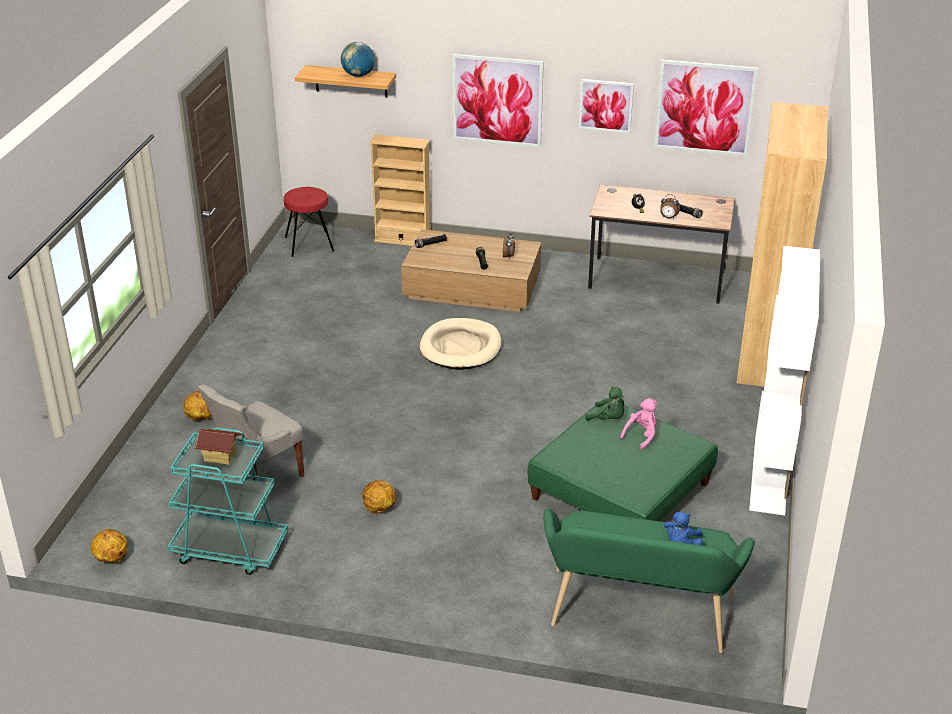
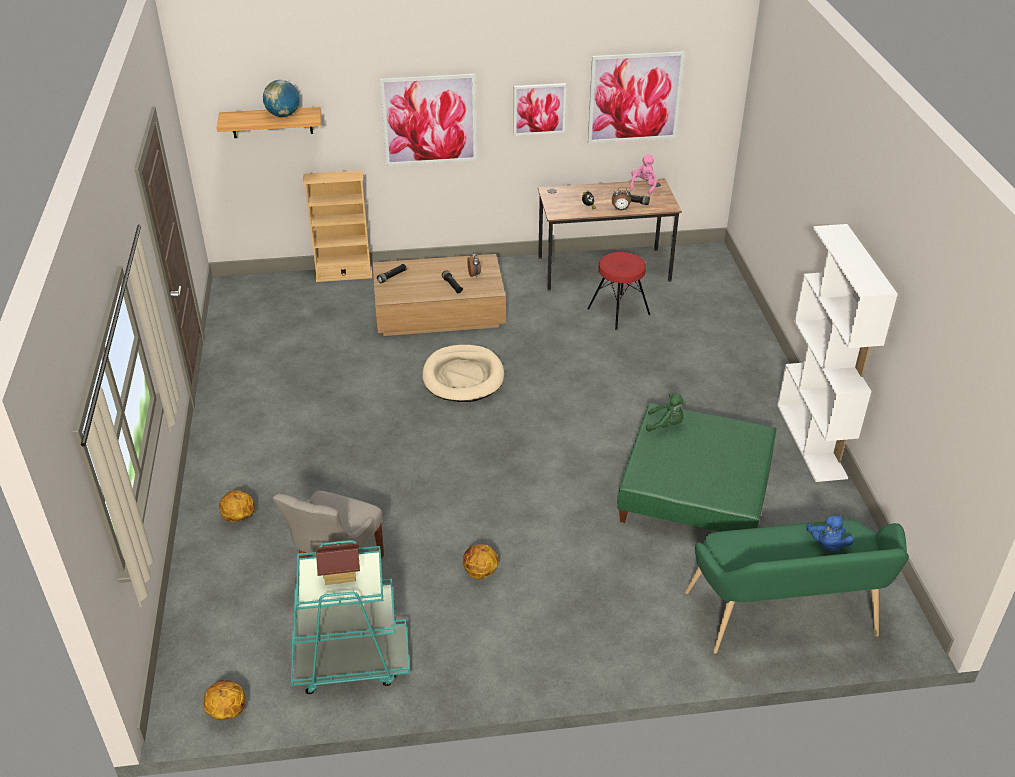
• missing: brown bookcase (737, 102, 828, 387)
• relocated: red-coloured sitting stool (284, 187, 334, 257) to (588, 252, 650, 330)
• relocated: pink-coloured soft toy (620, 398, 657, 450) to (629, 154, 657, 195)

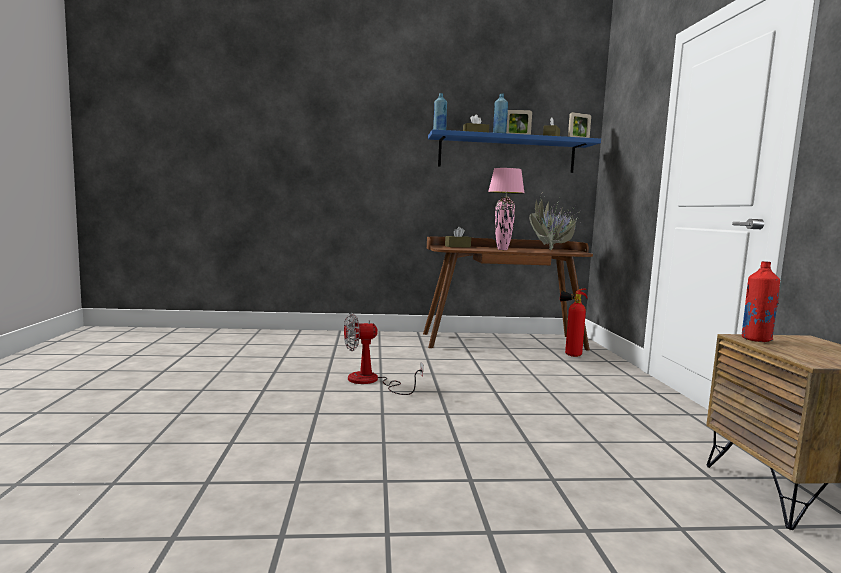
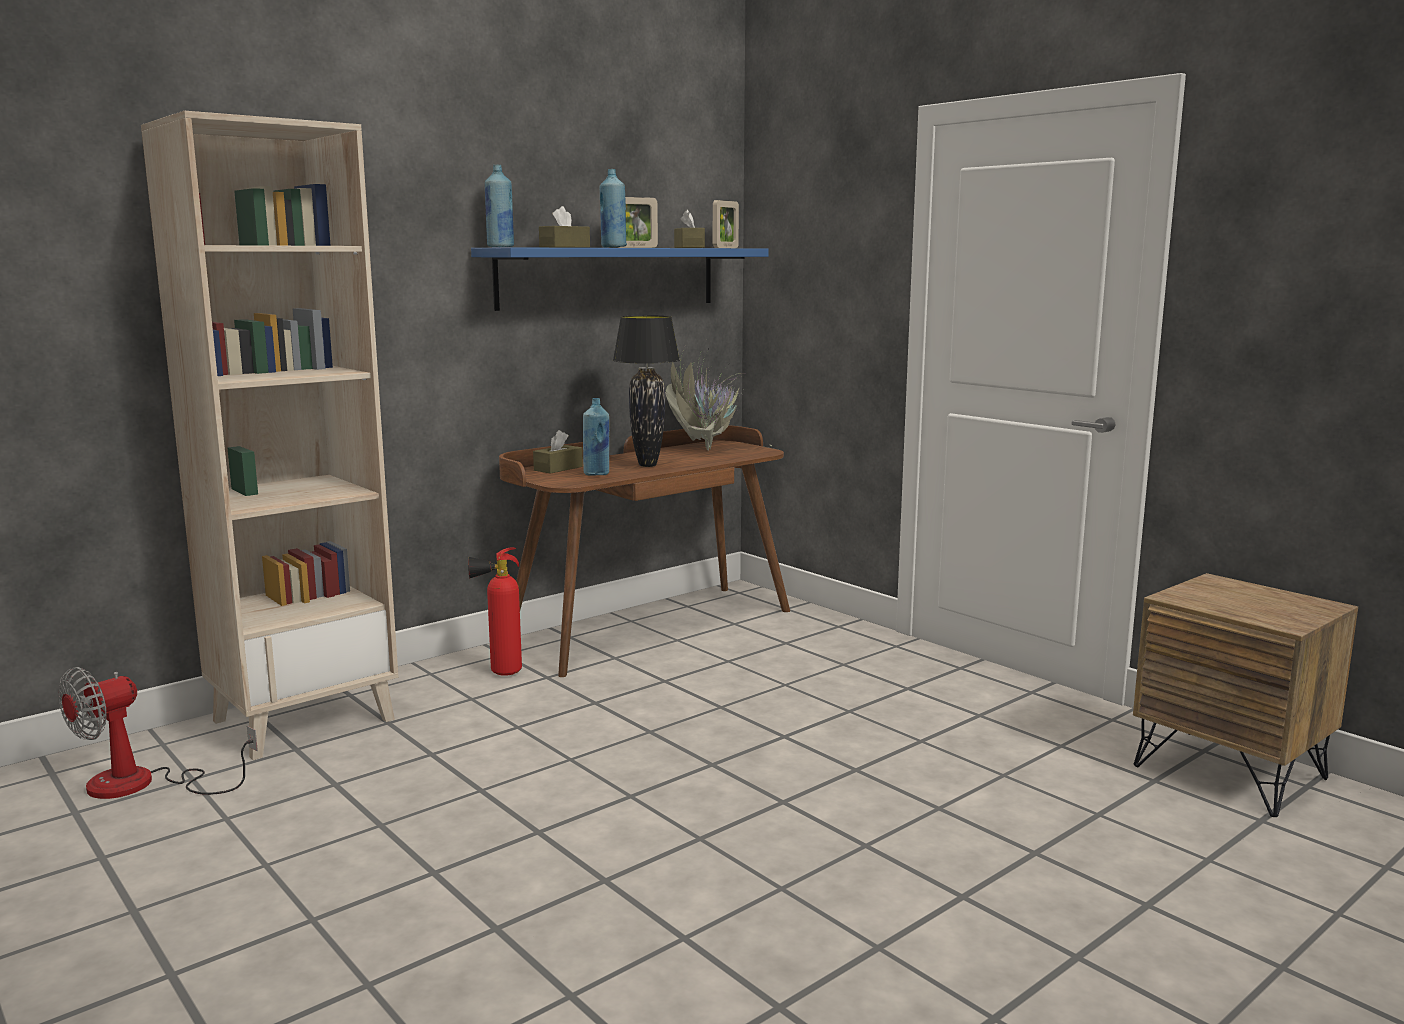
• missing: red-coloured bottle (742, 261, 780, 342)
• appeared: beige bookcase (141, 111, 398, 760)
• appeared: bluish bottle (583, 398, 609, 476)
• relocated: fan (344, 313, 423, 395) to (58, 667, 258, 799)
• relocated: fire extinguisher (560, 289, 588, 357) to (468, 547, 522, 676)
• colour: pink-coloured tabletop lamp (488, 168, 524, 250) to black tabletop lamp (613, 315, 680, 467)

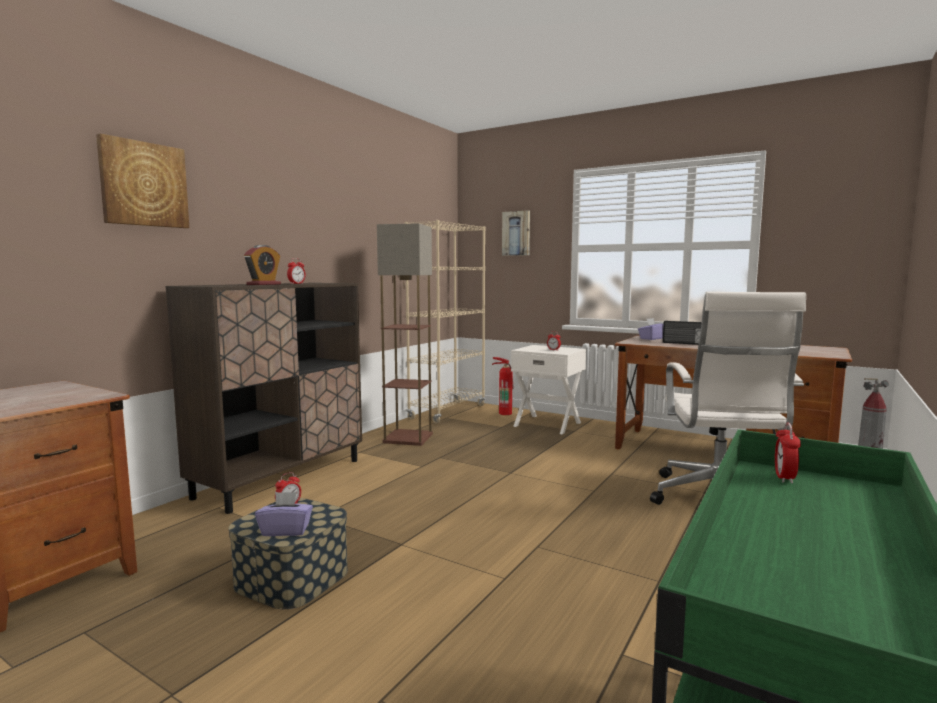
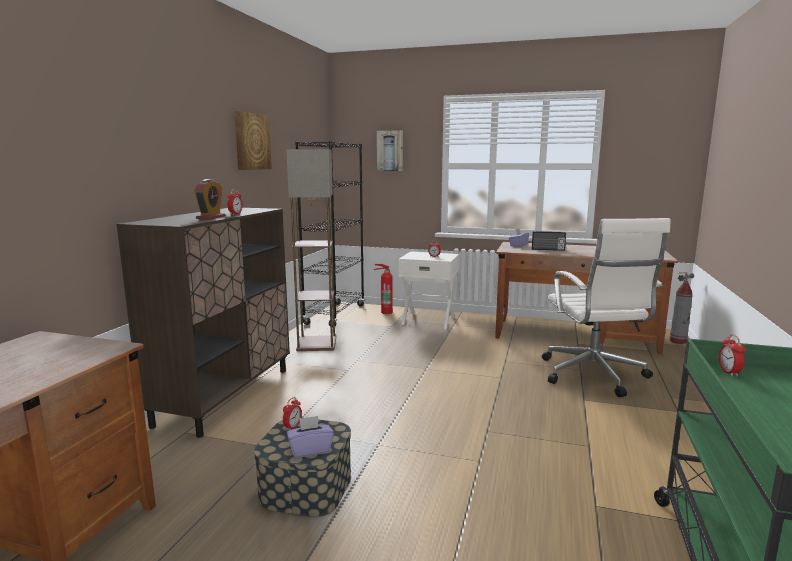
• relocated: wall picture (96, 134, 189, 228) to (234, 111, 272, 170)
• colour: beige bookcase (405, 220, 486, 424) to black bookcase (295, 141, 365, 326)

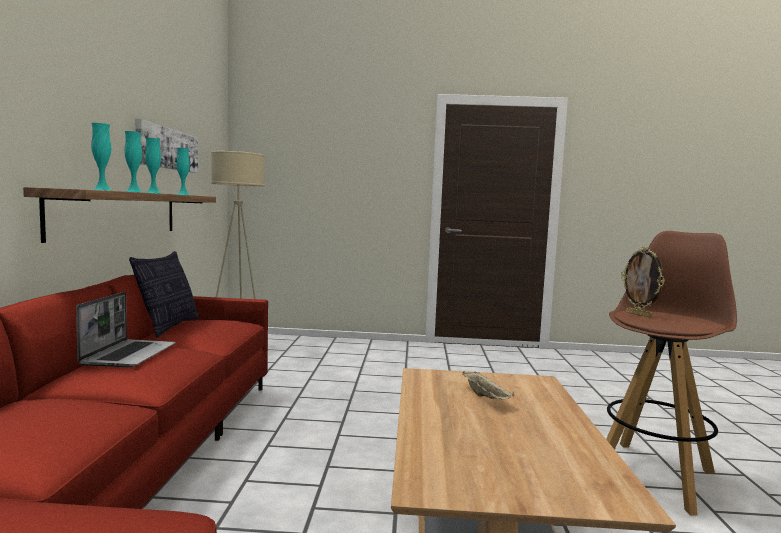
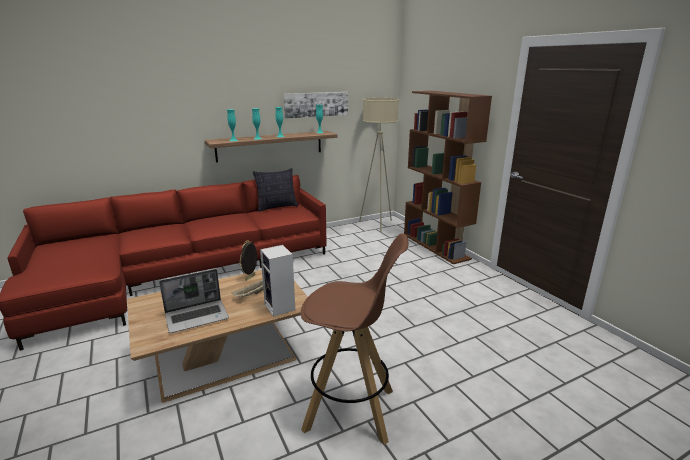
• appeared: speaker (260, 245, 295, 317)
• appeared: brown bookcase (404, 91, 492, 264)
• relocated: laptop (76, 291, 176, 367) to (159, 269, 229, 333)
• relocated: picture frame (621, 247, 665, 317) to (239, 240, 257, 281)

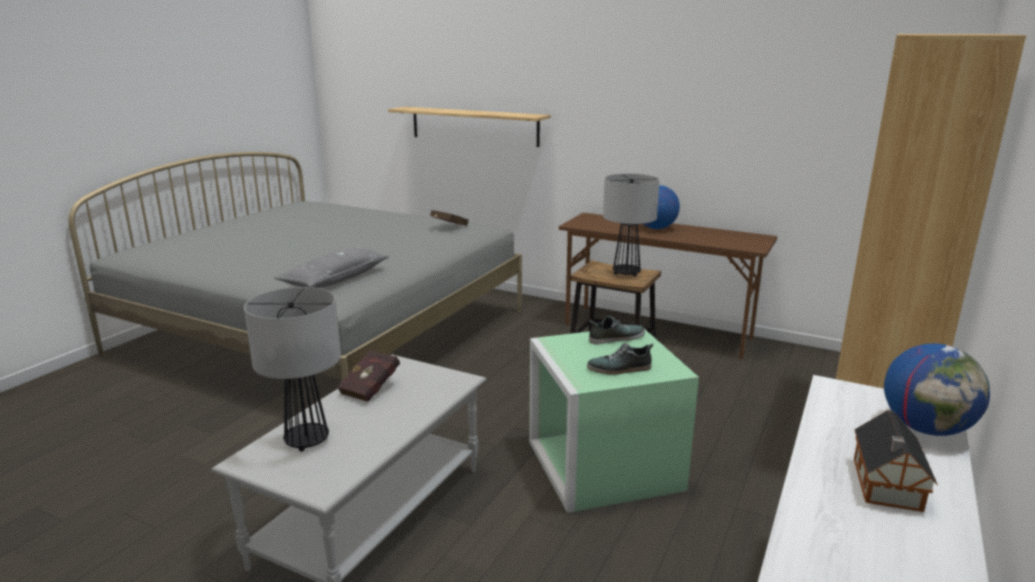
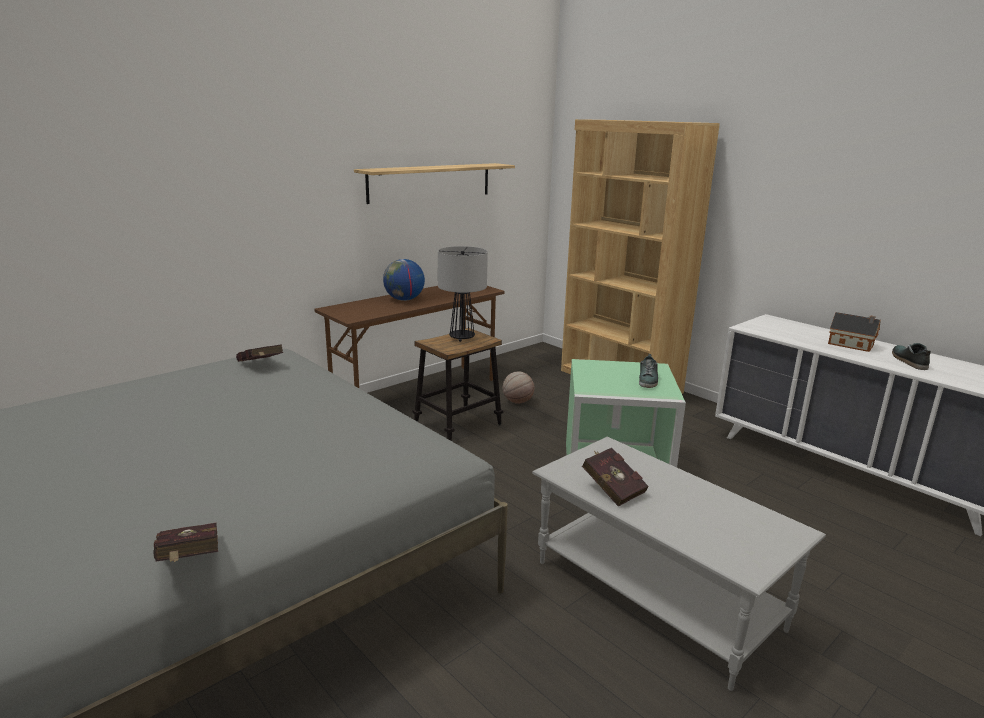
• missing: tabletop lamp (244, 287, 341, 452)
• missing: greyish throw pillow (274, 247, 389, 288)
• missing: world globe (884, 344, 990, 436)
• appeared: red-coloured bound book (154, 523, 218, 562)
• appeared: ball for basketball (503, 371, 534, 404)
• relocated: wall shelf (388, 107, 551, 147) to (354, 163, 515, 204)
• relocated: item of footwear (589, 316, 645, 344) to (892, 343, 931, 370)

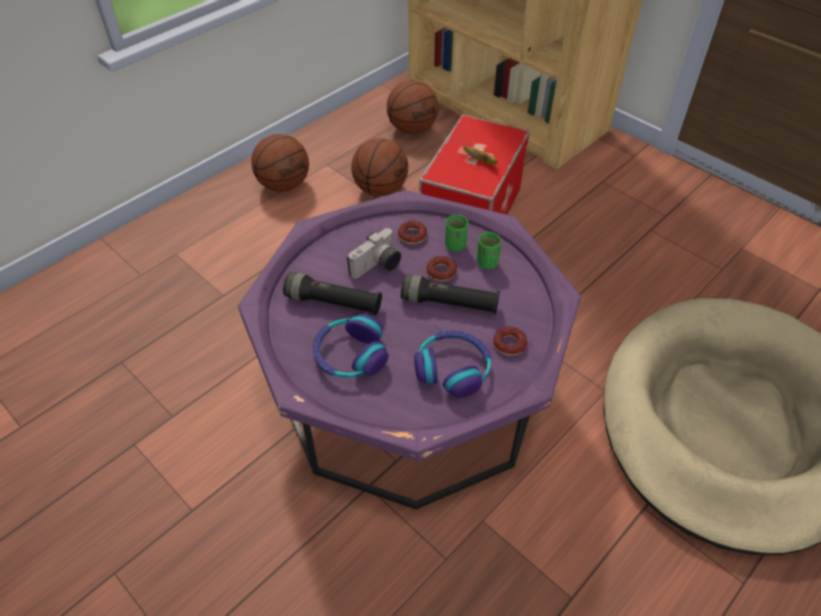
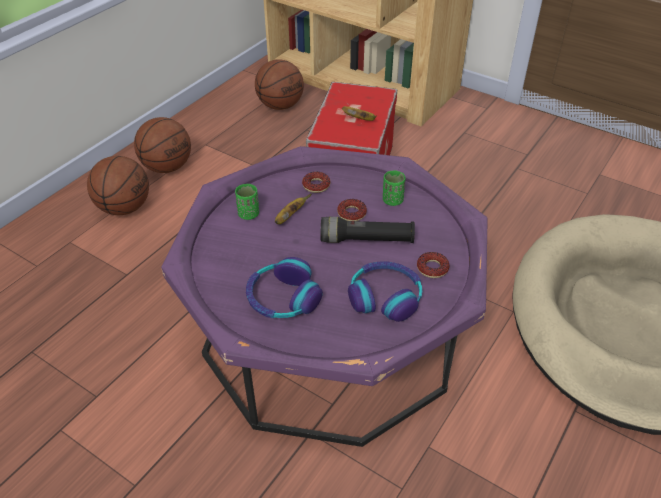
• missing: black flashlight (283, 272, 382, 315)
• relocated: ball for basketball (351, 138, 408, 196) to (87, 156, 149, 215)
• relocated: green-coloured small cup (445, 215, 468, 251) to (235, 184, 259, 220)
• exchanged: still camera (347, 228, 401, 279) to banana (275, 193, 311, 224)

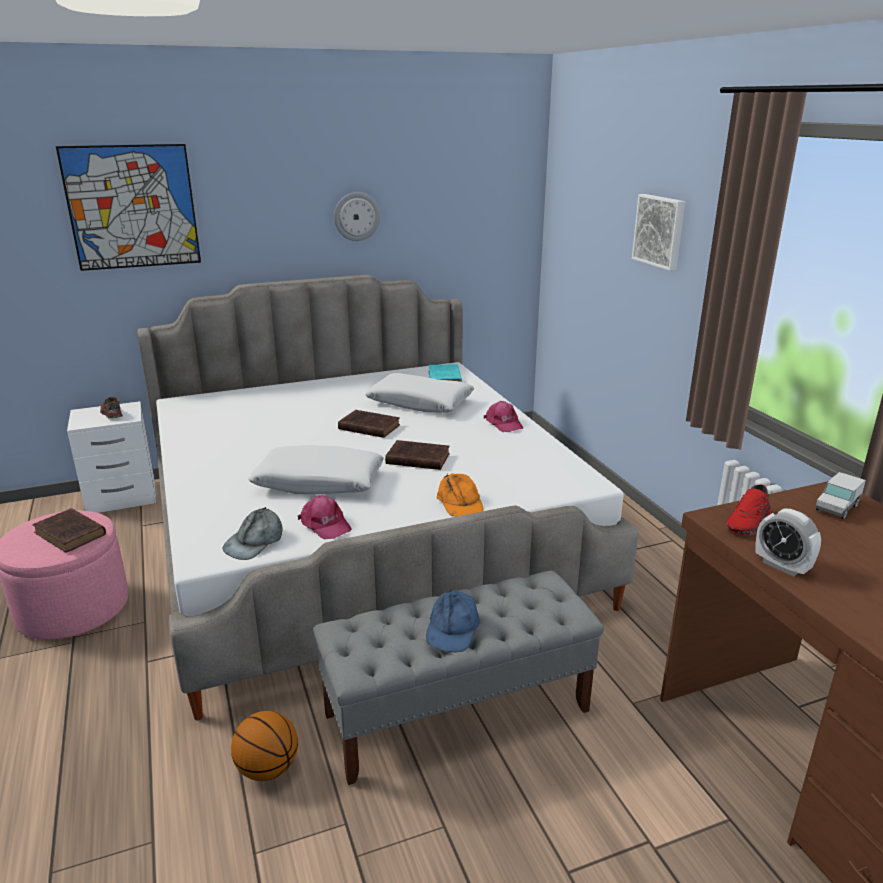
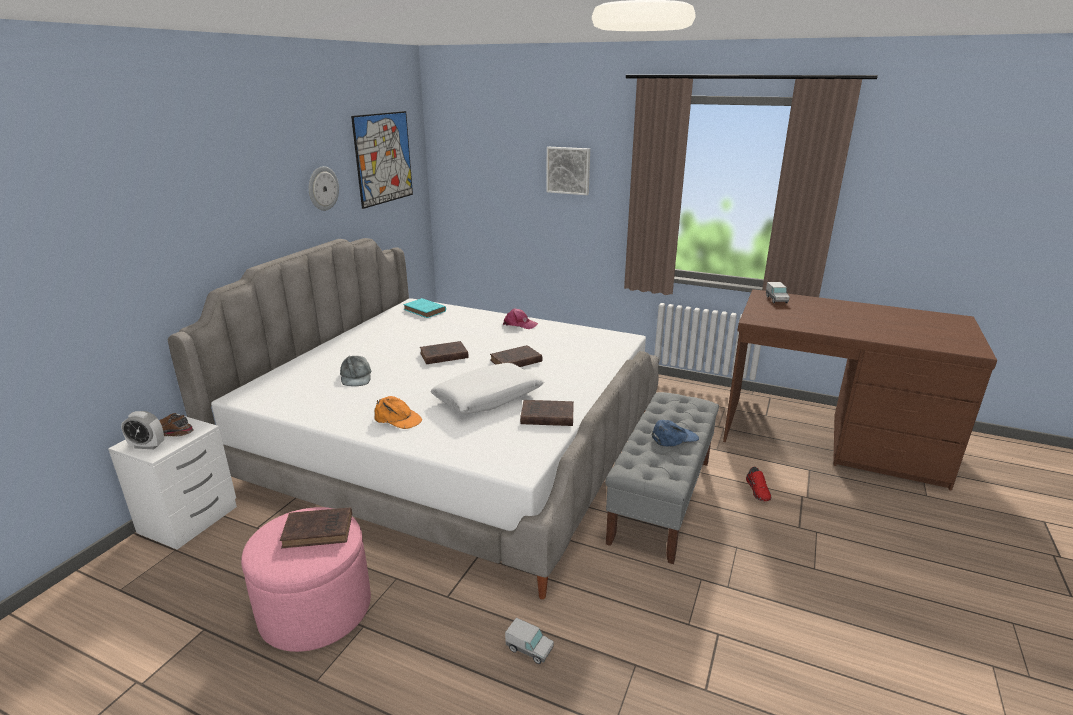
• missing: ball for basketball (231, 711, 298, 781)
• missing: white throw pillow (365, 373, 474, 413)
• appeared: model truck (505, 618, 554, 664)
• relocated: wall picture (56, 144, 201, 271) to (351, 111, 413, 209)
• relocated: greyish cap (222, 507, 283, 560) to (340, 356, 371, 386)
• relocated: orange cap (437, 473, 483, 517) to (375, 396, 422, 429)
• relocated: red-coloured item of footwear (726, 484, 771, 535) to (746, 467, 771, 501)
• relocated: bedside clock (756, 509, 821, 577) to (121, 411, 164, 449)
• exchanged: pink-coloured cap (298, 495, 352, 539) to brown bound book (520, 400, 574, 426)
• spun: bluish cap (426, 589, 480, 652) = (652, 420, 699, 446) 75 degrees counterclockwise

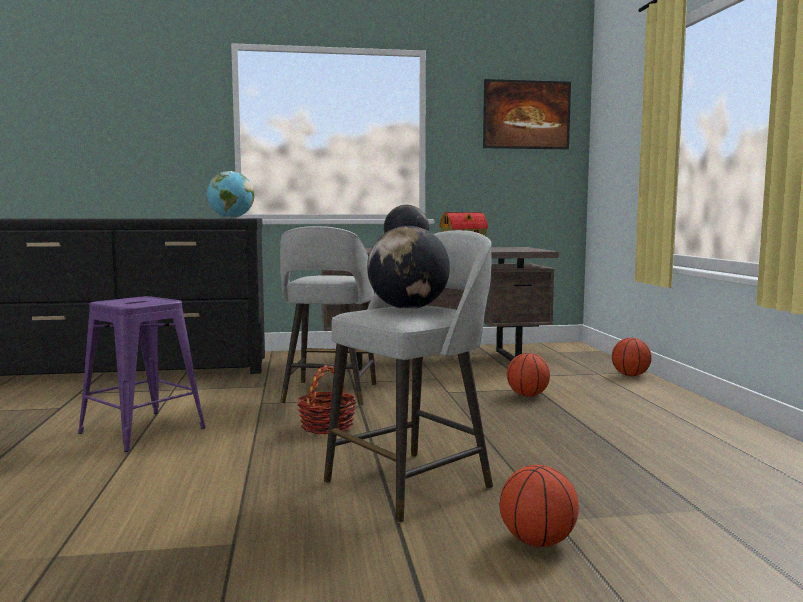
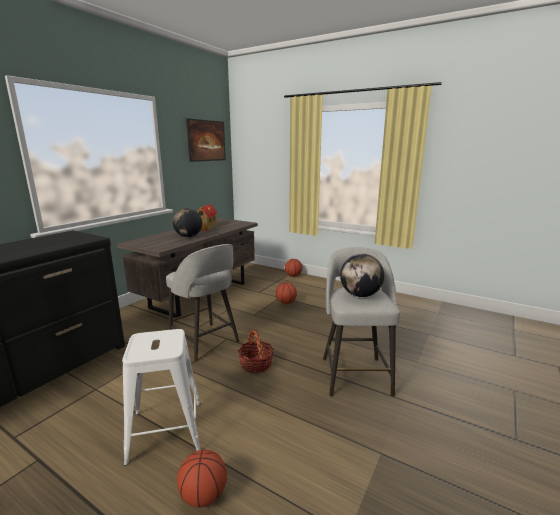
• missing: world globe (207, 171, 254, 218)
• relocated: ball for basketball (500, 465, 579, 547) to (177, 449, 227, 507)
• colour: purple sitting stool (78, 296, 206, 452) to white sitting stool (122, 329, 201, 466)

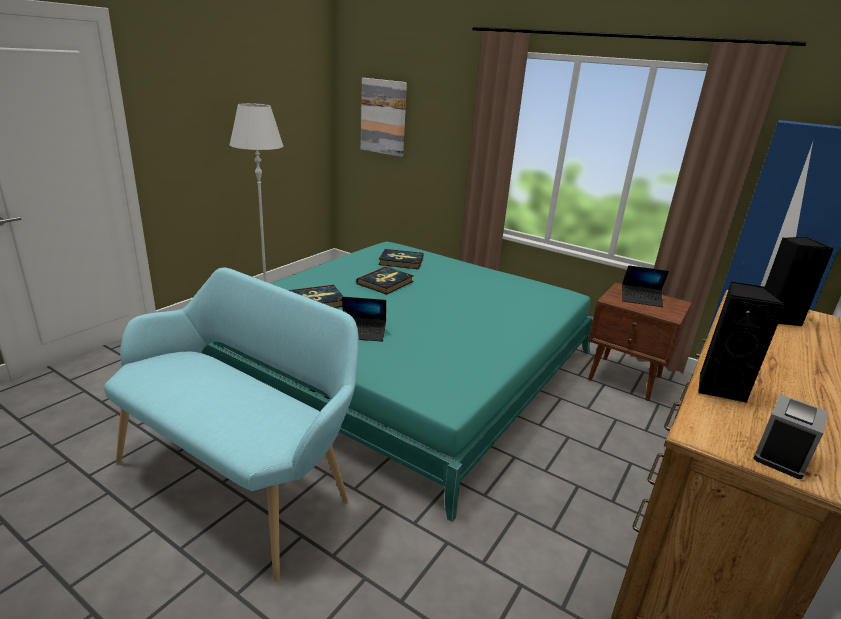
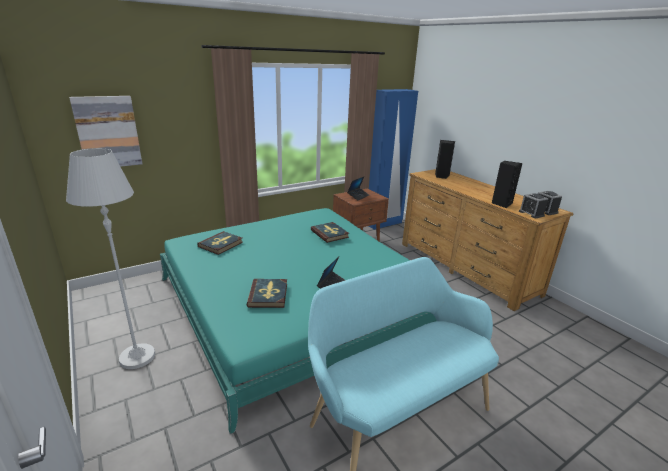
• appeared: bedside clock (519, 193, 548, 218)
• relocated: bound book (356, 267, 414, 295) to (311, 222, 349, 243)

